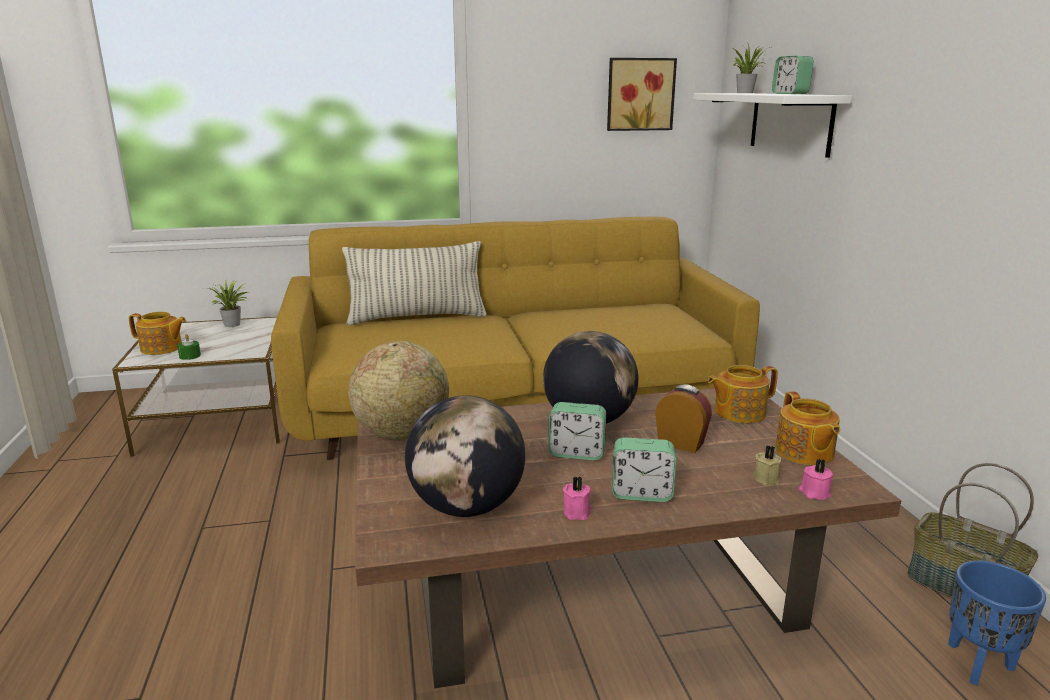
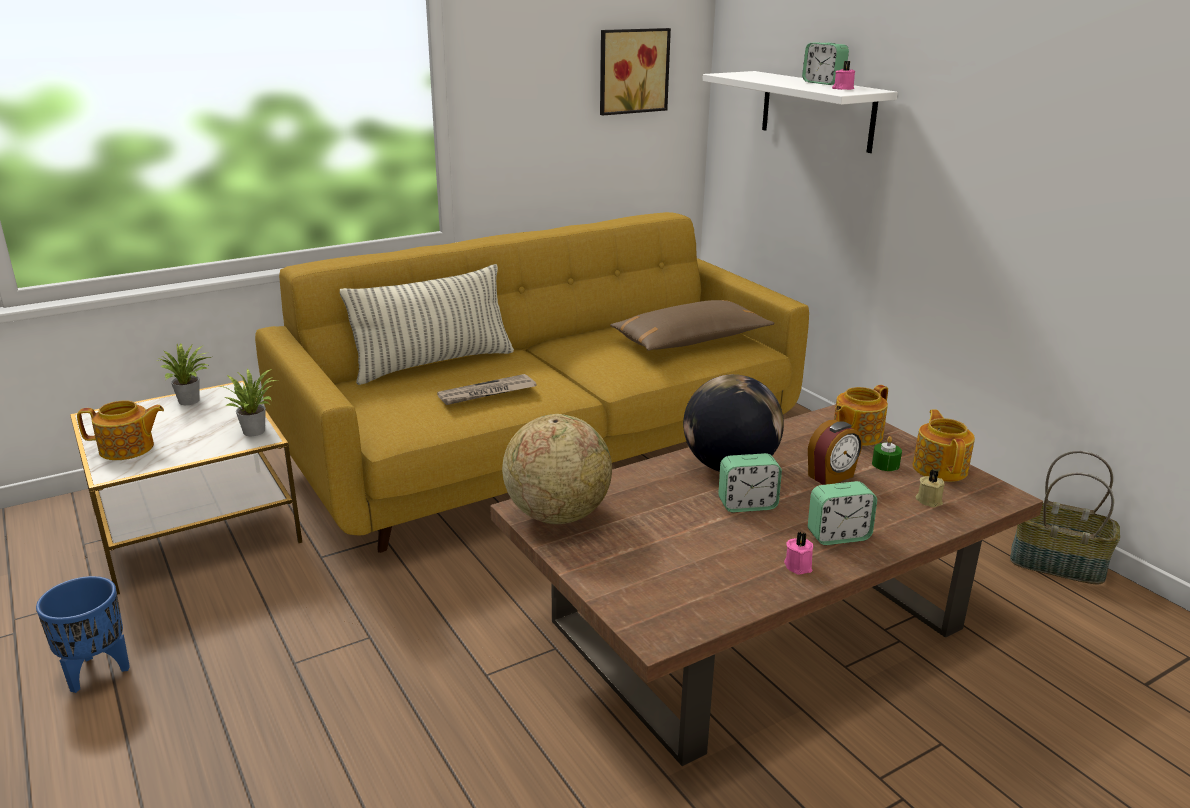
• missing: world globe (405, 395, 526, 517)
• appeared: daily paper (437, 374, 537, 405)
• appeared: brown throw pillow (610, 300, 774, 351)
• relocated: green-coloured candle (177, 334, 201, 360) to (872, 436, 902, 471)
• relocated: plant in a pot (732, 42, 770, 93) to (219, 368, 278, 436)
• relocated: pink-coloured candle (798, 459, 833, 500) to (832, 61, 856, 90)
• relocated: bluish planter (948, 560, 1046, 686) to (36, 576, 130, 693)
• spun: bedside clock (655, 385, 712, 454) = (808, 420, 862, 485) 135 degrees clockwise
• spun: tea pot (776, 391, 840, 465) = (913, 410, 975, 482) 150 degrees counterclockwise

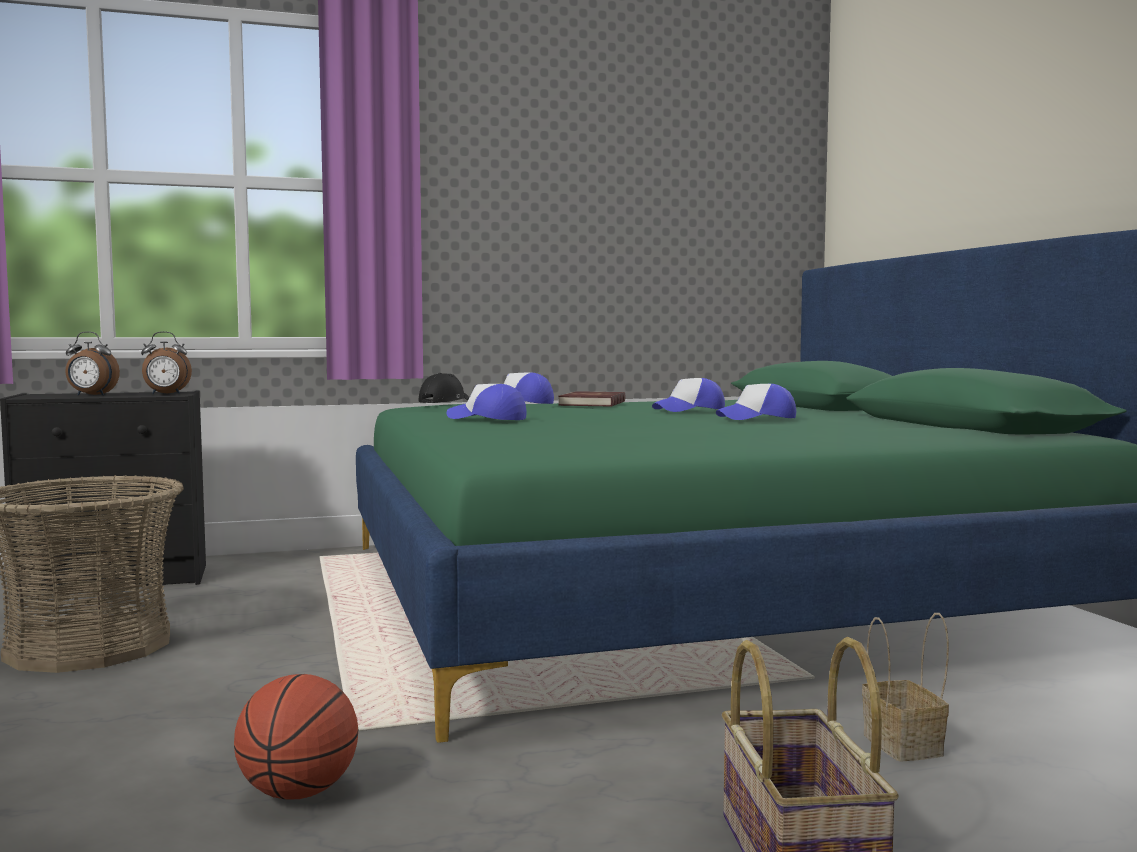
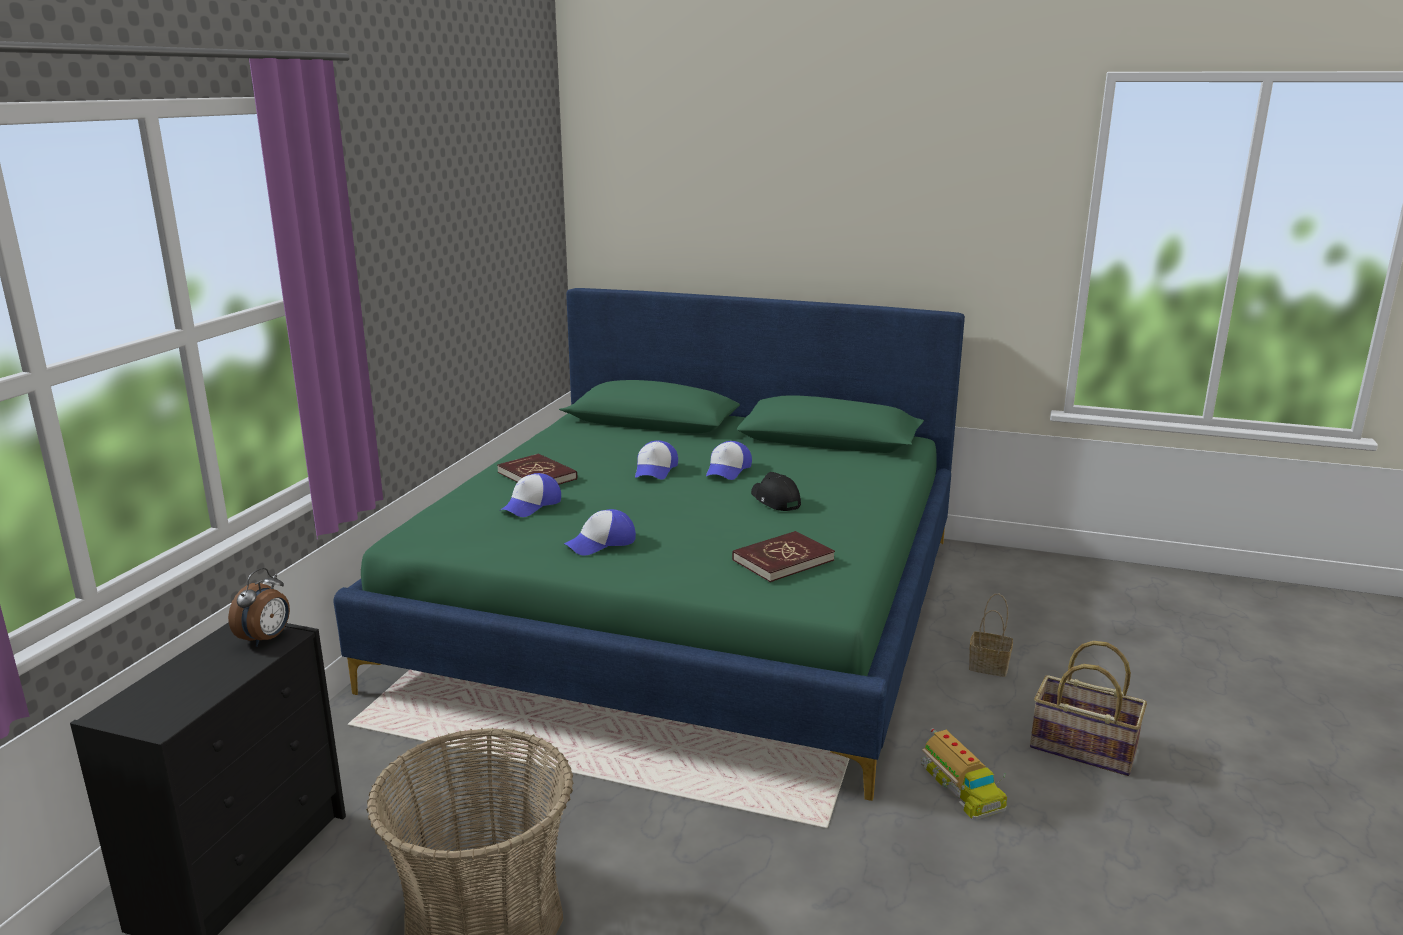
• missing: bedside clock (65, 331, 120, 396)
• missing: ball for basketball (234, 674, 358, 800)
• appeared: red-coloured bound book (732, 531, 835, 582)
• appeared: model truck (921, 728, 1007, 820)
• relocated: black cap (418, 373, 469, 403) to (751, 472, 801, 511)

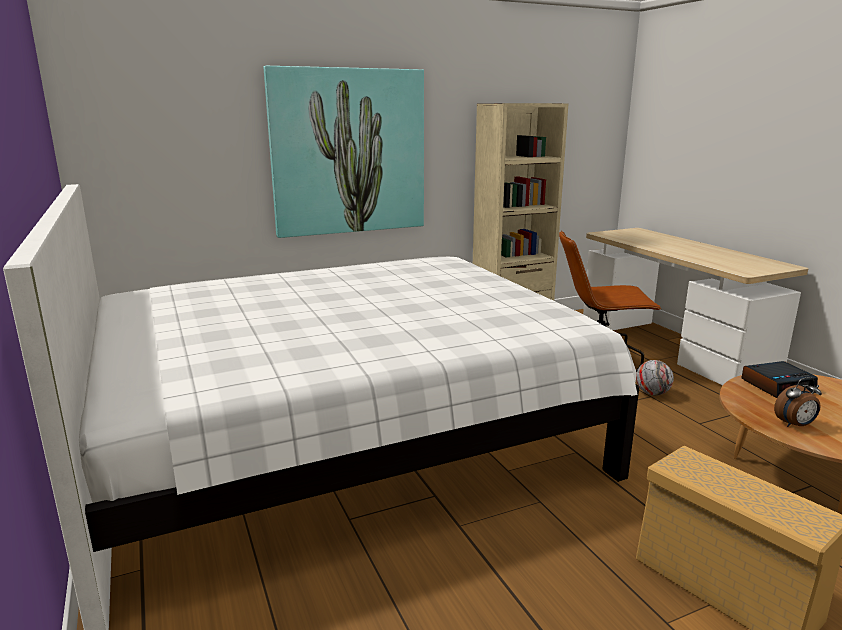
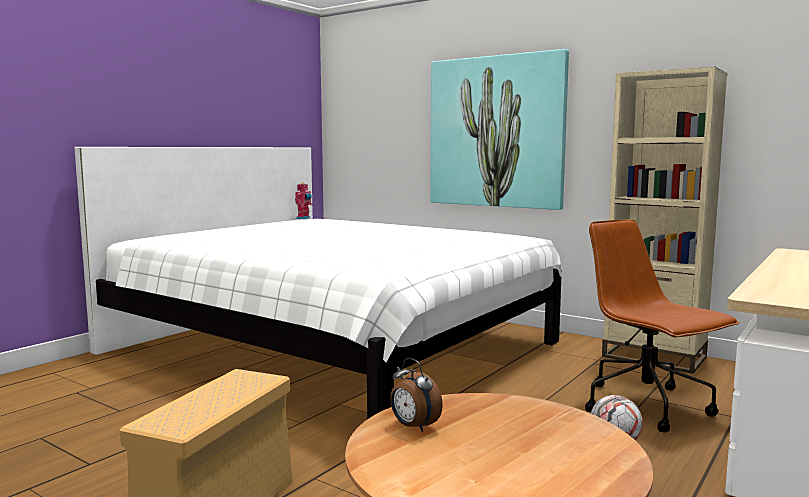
• missing: bedside clock (742, 361, 818, 398)
• appeared: robot figure (295, 182, 312, 219)

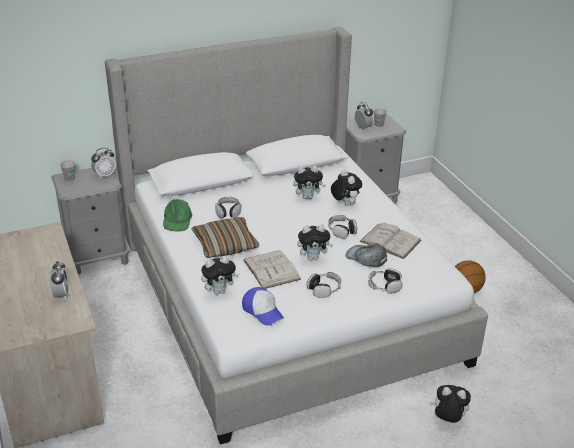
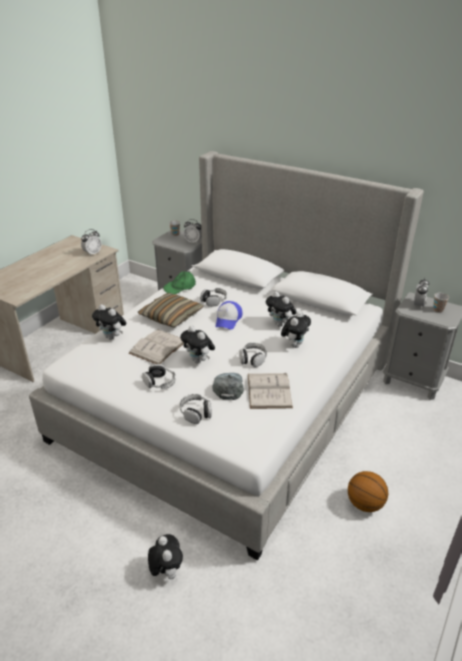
• relocated: bedside clock (50, 261, 69, 299) to (81, 229, 102, 256)
• relocated: cap (242, 287, 284, 326) to (216, 301, 243, 330)

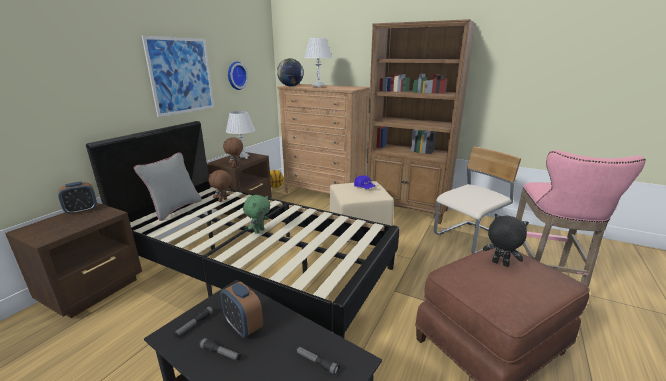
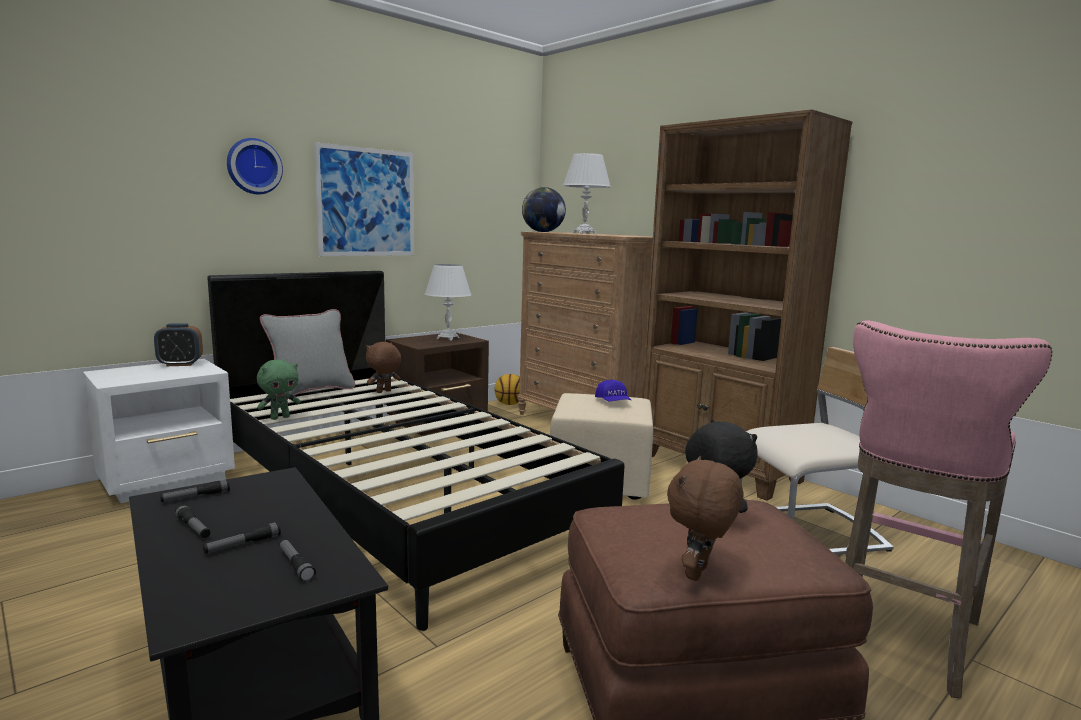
• missing: bedside clock (220, 281, 263, 337)
• appeared: flashlight (203, 522, 281, 554)
• relocated: brown soft toy (223, 137, 243, 167) to (667, 456, 743, 581)
• relocated: hanging clock (228, 62, 248, 90) to (227, 138, 283, 194)
• relocated: green-coloured soft toy (243, 195, 270, 234) to (257, 359, 301, 420)
• colour: brown night table (5, 203, 142, 318) to white night table (83, 359, 235, 503)

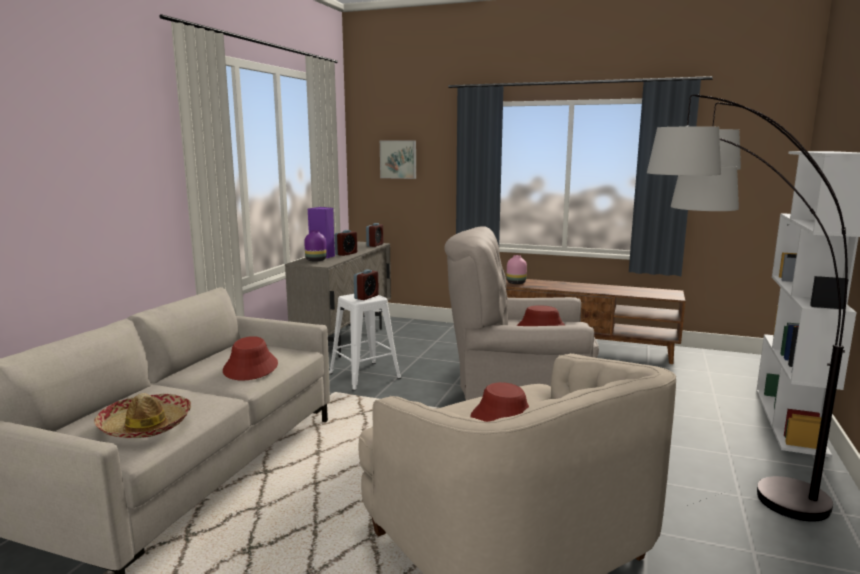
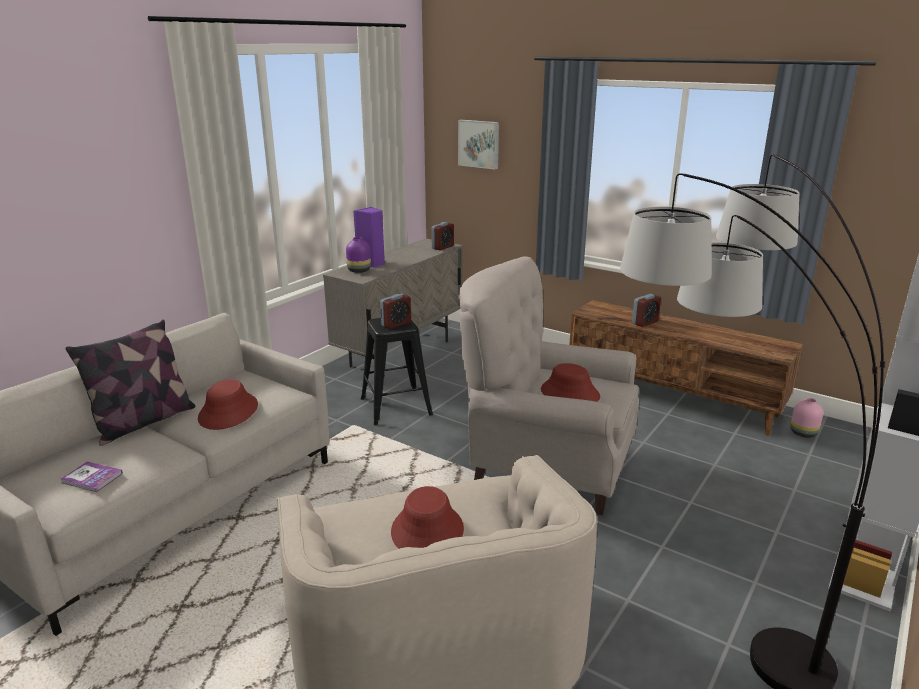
• appeared: throw pillow (65, 320, 196, 446)
• relocated: bedside clock (335, 230, 357, 256) to (632, 294, 661, 327)
• relocated: pink-coloured decorative vase (507, 255, 527, 284) to (790, 398, 823, 438)
• exchanged: hat (94, 393, 191, 438) to bound book (61, 461, 123, 492)
• colour: white sitting stool (329, 294, 401, 391) to black sitting stool (361, 318, 433, 426)

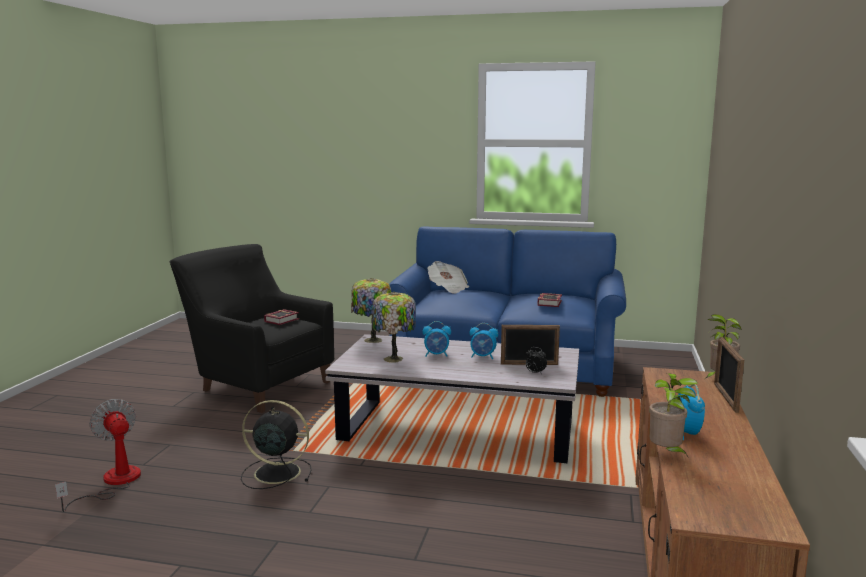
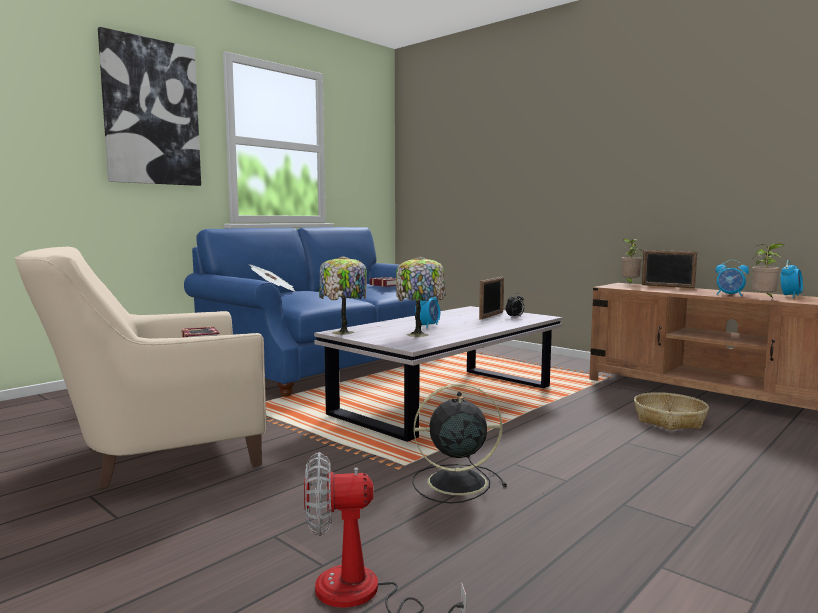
• appeared: wall picture (98, 27, 201, 186)
• appeared: basket (634, 392, 709, 430)
• relocated: bedside clock (469, 323, 498, 359) to (781, 260, 803, 298)
• colour: black lounge chair (170, 244, 334, 413) to beige lounge chair (15, 247, 267, 489)
• spun: black fan (241, 400, 312, 489) = (412, 384, 507, 503) 45 degrees clockwise

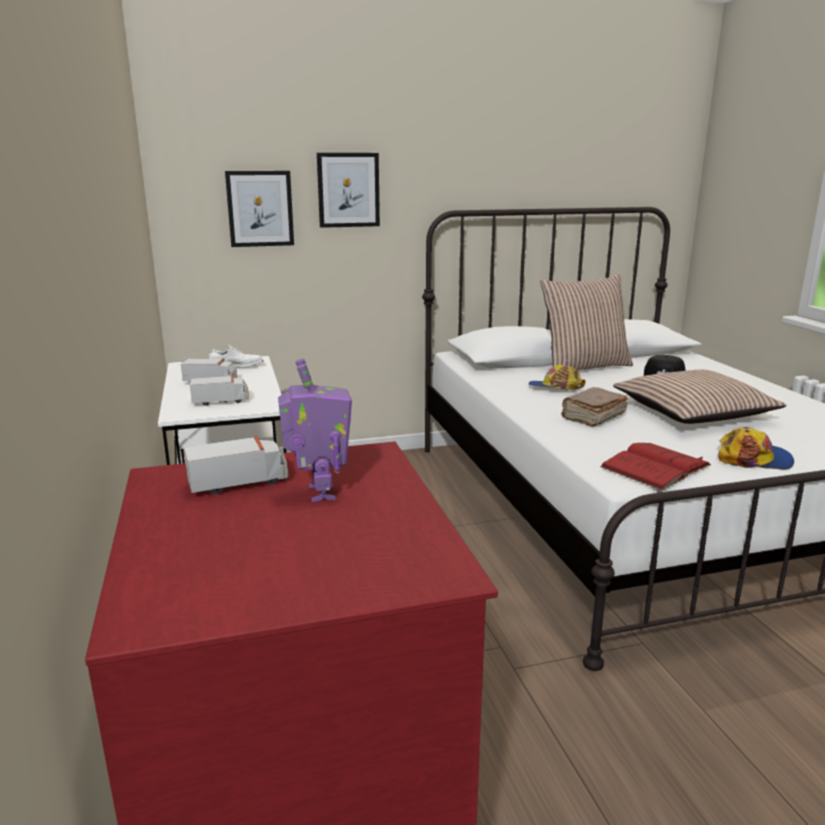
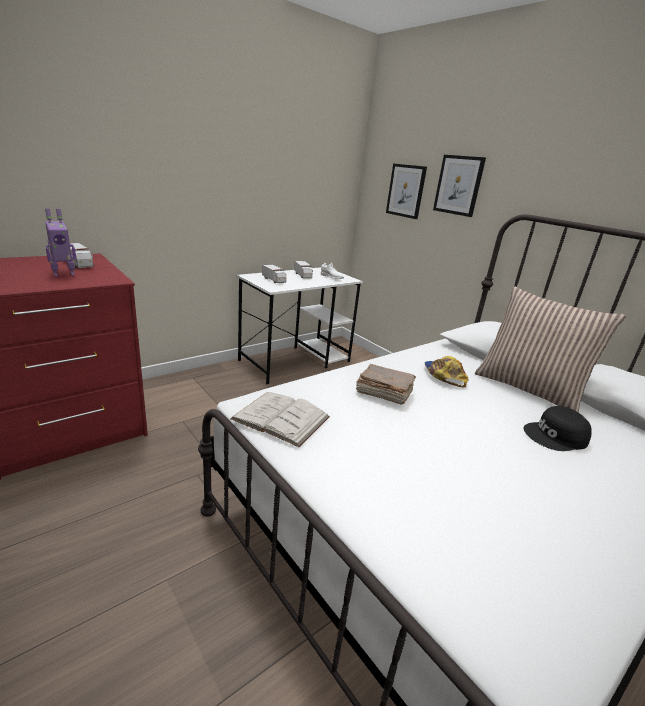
• missing: throw pillow (613, 370, 786, 424)
• missing: cap (718, 427, 794, 470)
• colour: red-coloured bound book (600, 443, 711, 490) to white bound book (230, 392, 330, 447)

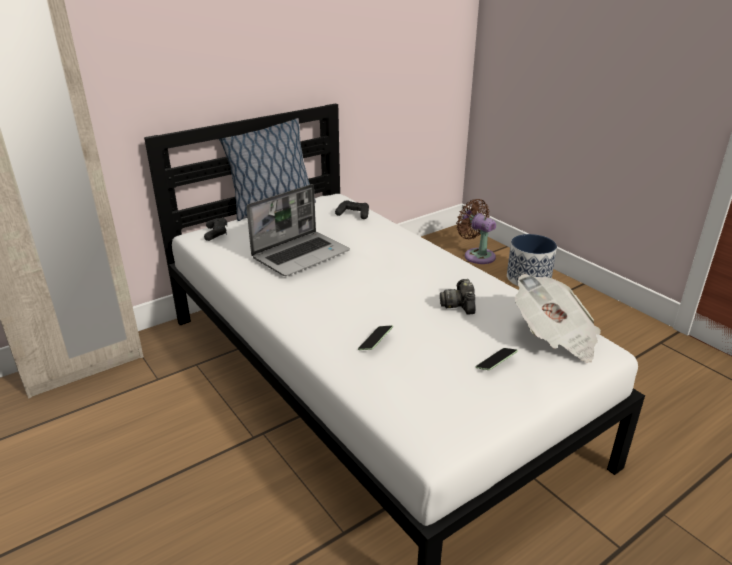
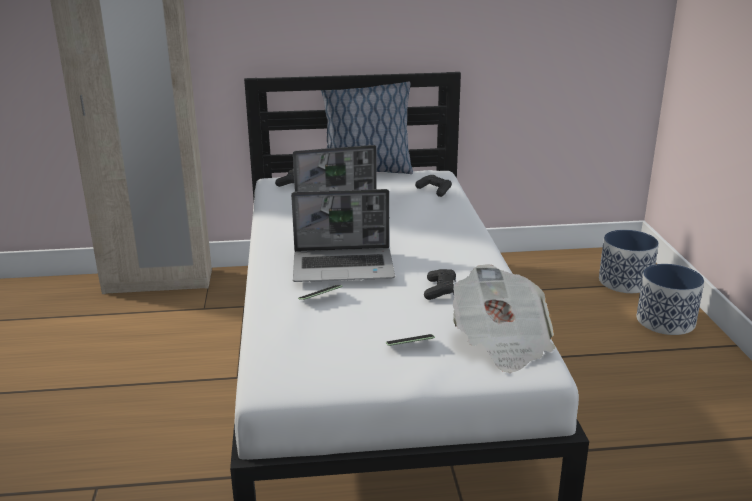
• appeared: laptop (291, 189, 395, 282)
• exchanged: still camera (440, 279, 476, 315) to black game controller (424, 269, 456, 300)
• exchanged: brown fan (456, 199, 496, 264) to planter (599, 230, 659, 293)

